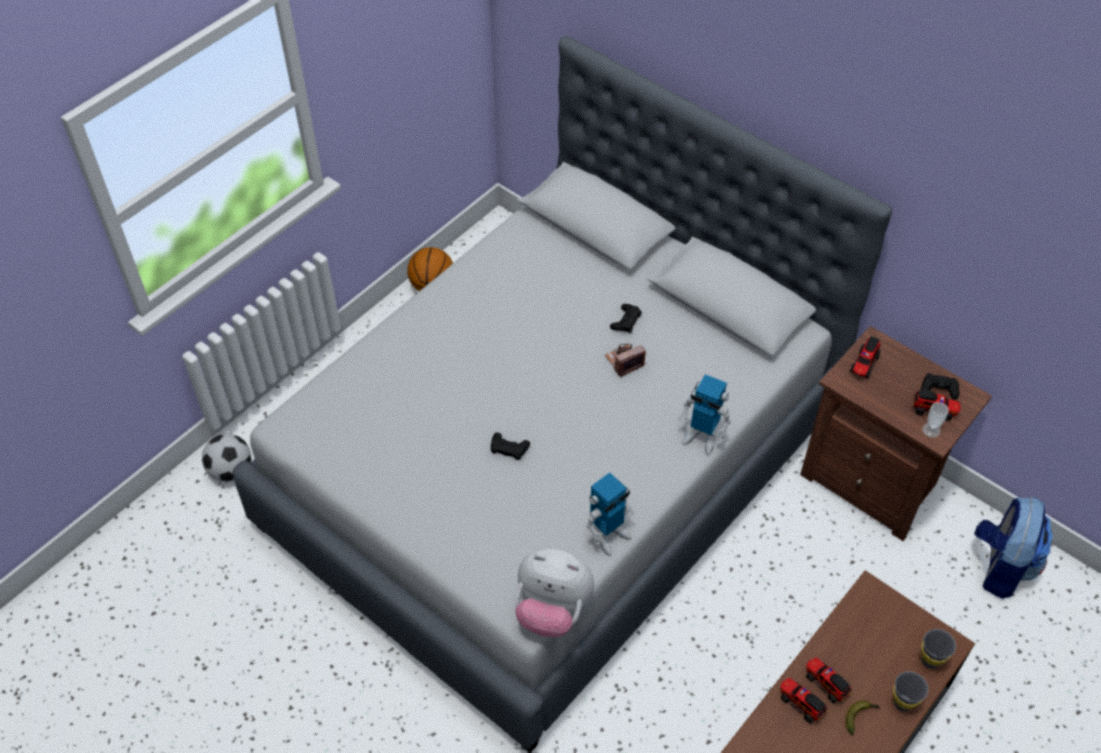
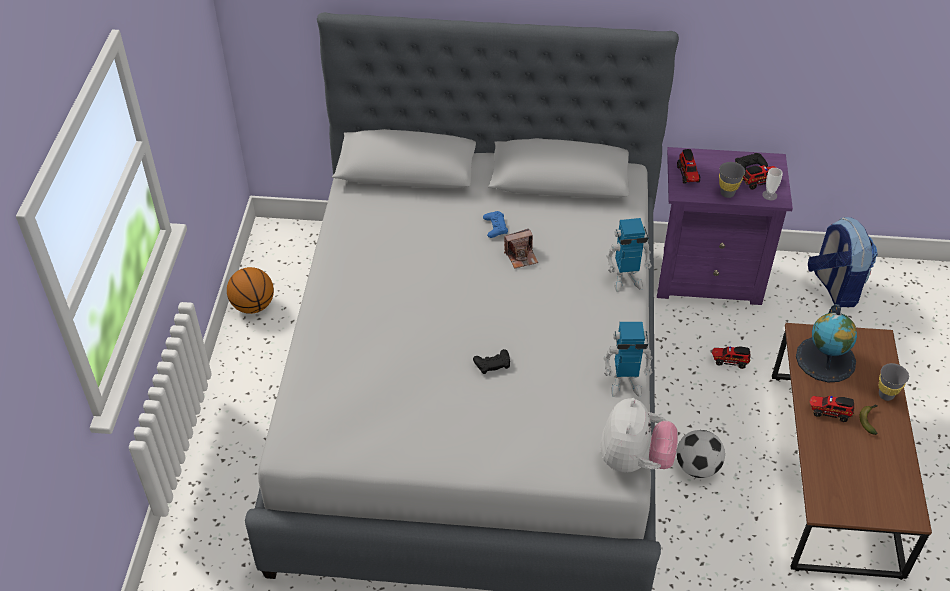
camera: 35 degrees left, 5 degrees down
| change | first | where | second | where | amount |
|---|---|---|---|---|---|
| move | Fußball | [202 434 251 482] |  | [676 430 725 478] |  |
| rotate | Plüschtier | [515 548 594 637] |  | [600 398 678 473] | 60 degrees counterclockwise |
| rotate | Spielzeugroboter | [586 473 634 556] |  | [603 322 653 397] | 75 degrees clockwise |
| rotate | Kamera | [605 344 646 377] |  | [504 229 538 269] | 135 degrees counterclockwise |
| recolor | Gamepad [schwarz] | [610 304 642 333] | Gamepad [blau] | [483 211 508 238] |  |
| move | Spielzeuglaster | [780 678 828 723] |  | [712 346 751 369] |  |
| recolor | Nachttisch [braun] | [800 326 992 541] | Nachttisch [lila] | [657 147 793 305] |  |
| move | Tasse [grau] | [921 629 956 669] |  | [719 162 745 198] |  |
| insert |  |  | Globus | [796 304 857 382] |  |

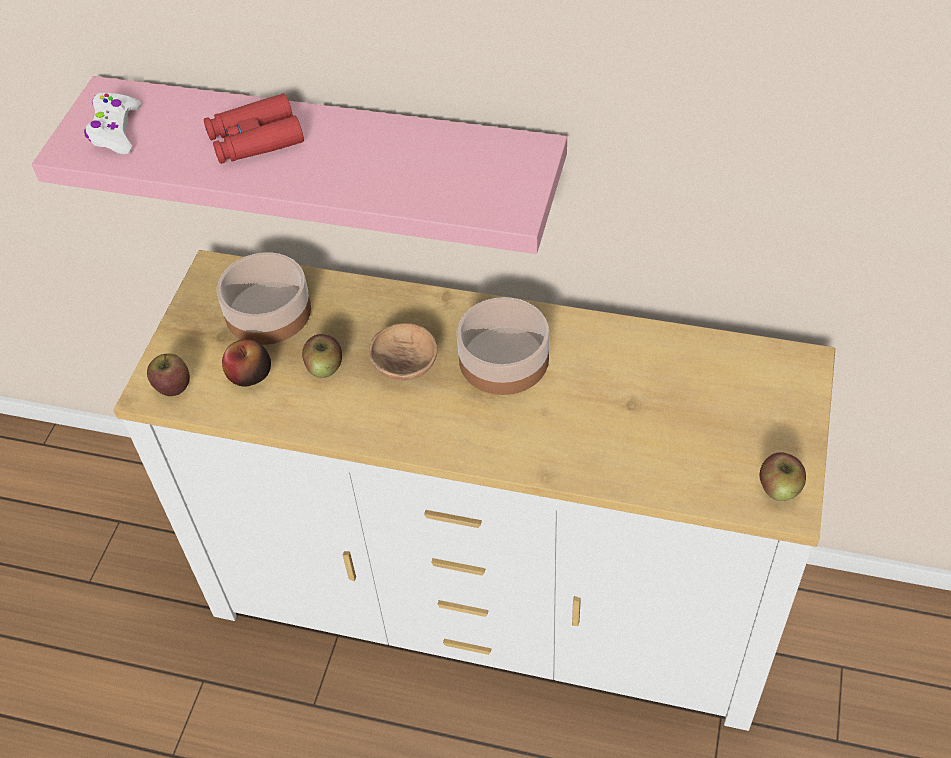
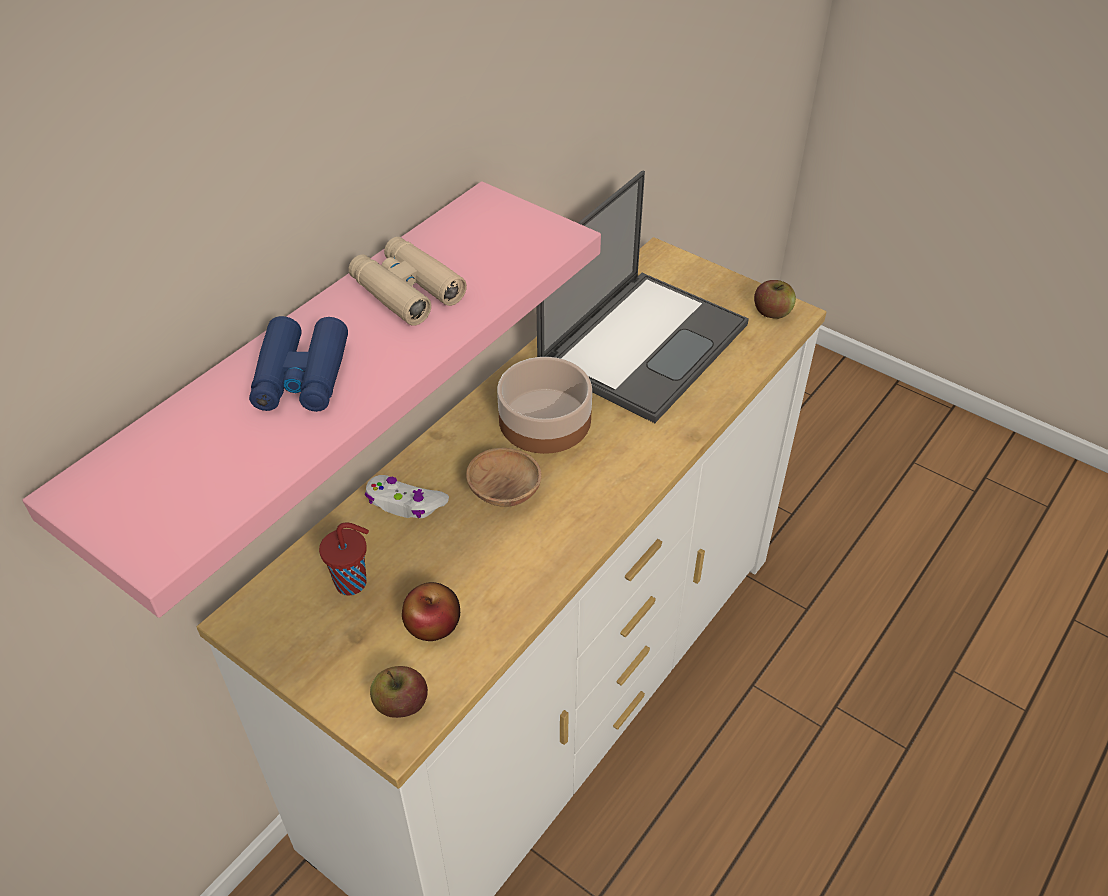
camera: 70 degrees left, 5 degrees down
| change | first | where | second | where | amount |
|---|---|---|---|---|---|
| move | Gamepad [weiß] | [84 93 141 154] |  | [365 475 449 518] |  |
| recolor | Fernglas [rot] | [204 93 304 164] | Fernglas [blau] | [249 316 348 412] |  |
| replace | Schüssel | [217 252 311 345] | Tasse [rot] | [319 522 369 595] |  |
| delete | Apfel | [302 334 342 378] |  |  |  |
| insert |  |  | Fernglas [beige] | [349 237 467 326] |  |
| insert |  |  | Laptop | [537 170 749 423] |  |

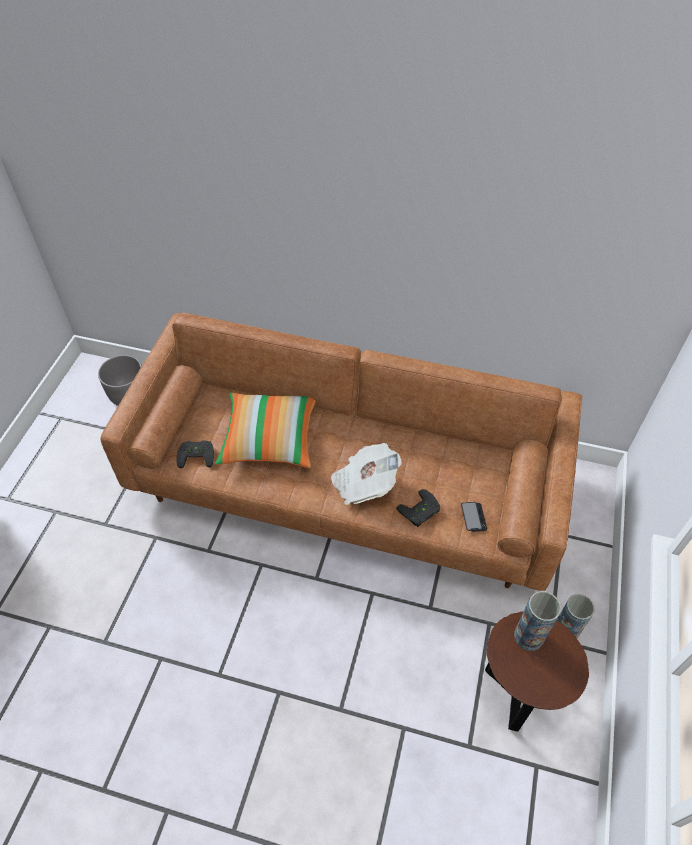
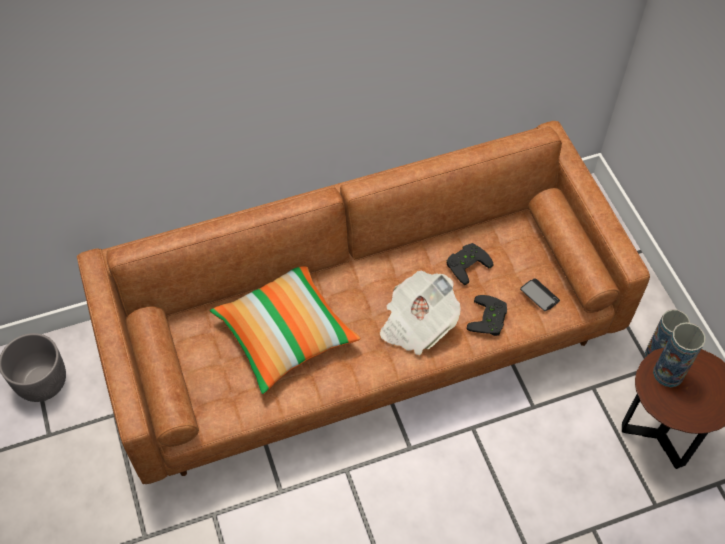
camera: 35 degrees left, 5 degrees up
| change | first | where | second | where | amount |
|---|---|---|---|---|---|
| move | Gamepad [schwarz] | [177 440 214 468] |  | [447 243 493 285] |  |

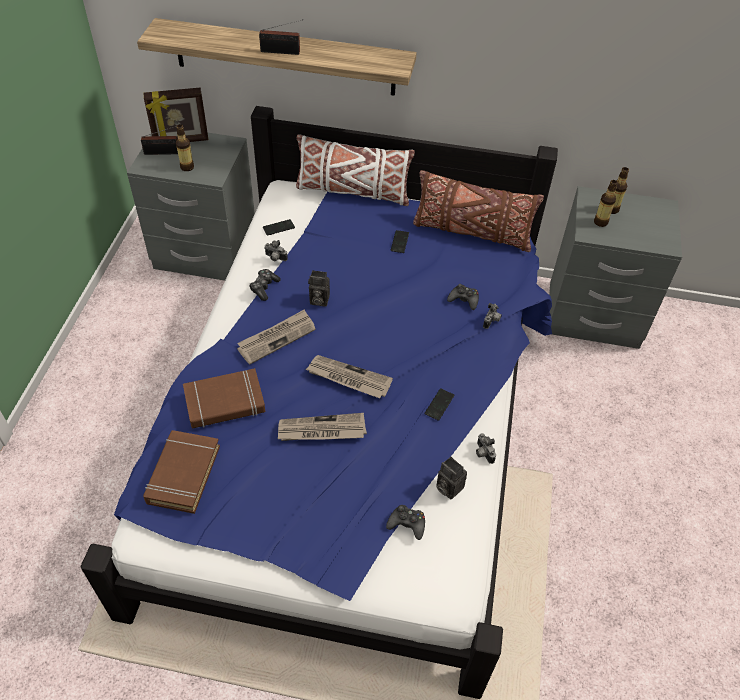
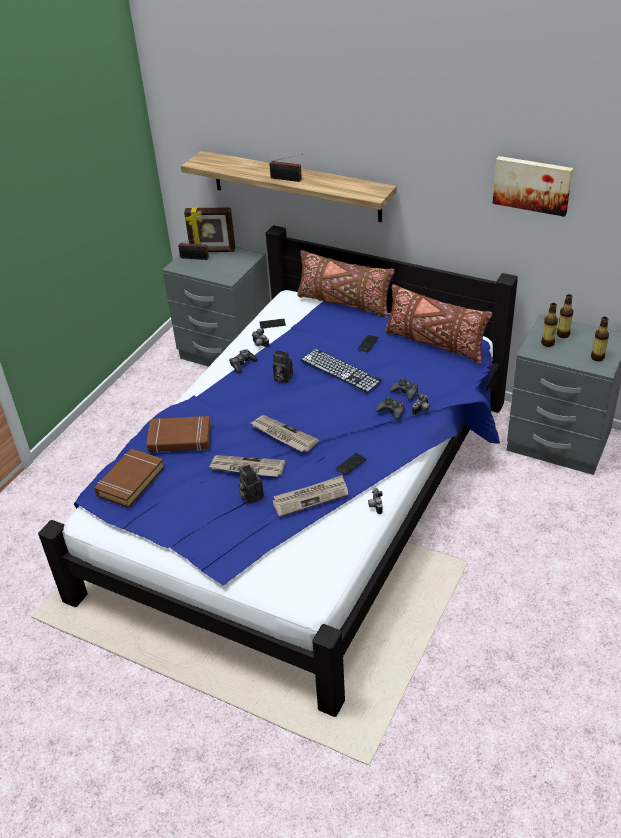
camera: 20 degrees right, 10 degrees down
| change | first | where | second | where | amount |
|---|---|---|---|---|---|
| move | Flasche | [176 124 194 171] |  | [591 317 609 361] |  |
| move | Zeitung | [237 309 316 365] |  | [272 475 348 517] |  |
| recolor | Kissen [weiß] | [296 134 415 206] | Kissen [braun] | [297 250 395 318] |  |
| move | Gamepad [schwarz] | [386 505 425 540] |  | [376 396 405 420] |  |
| move | Kamera | [436 457 467 499] |  | [238 465 264 504] |  |
| insert |  |  | Tastatur | [301 349 382 393] |  |
| insert |  |  | Bild | [492 156 573 217] |  |

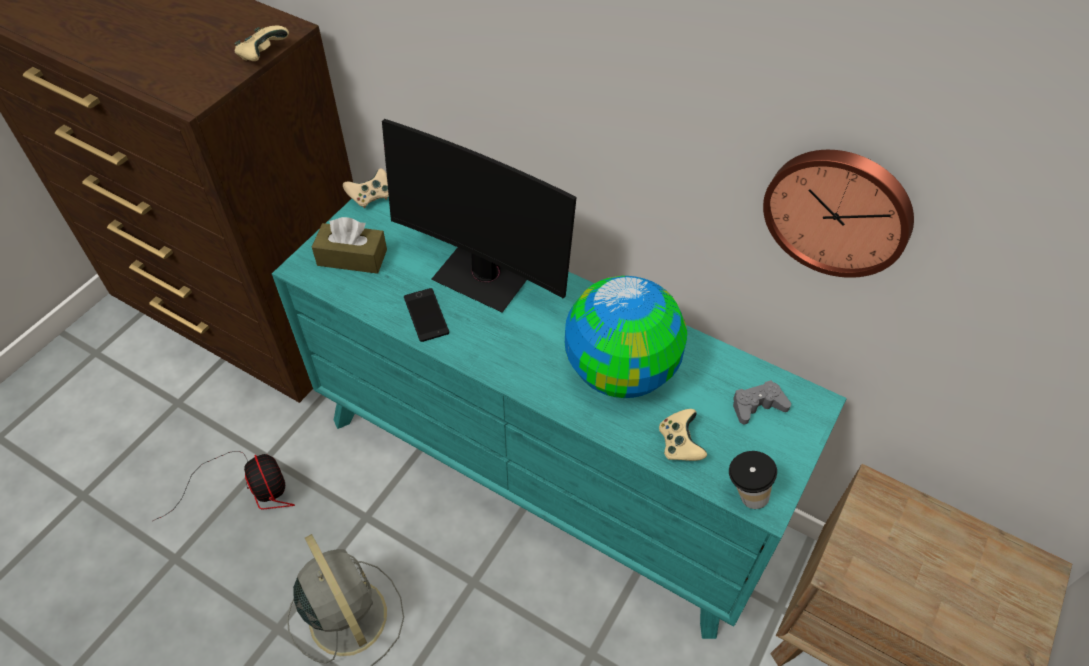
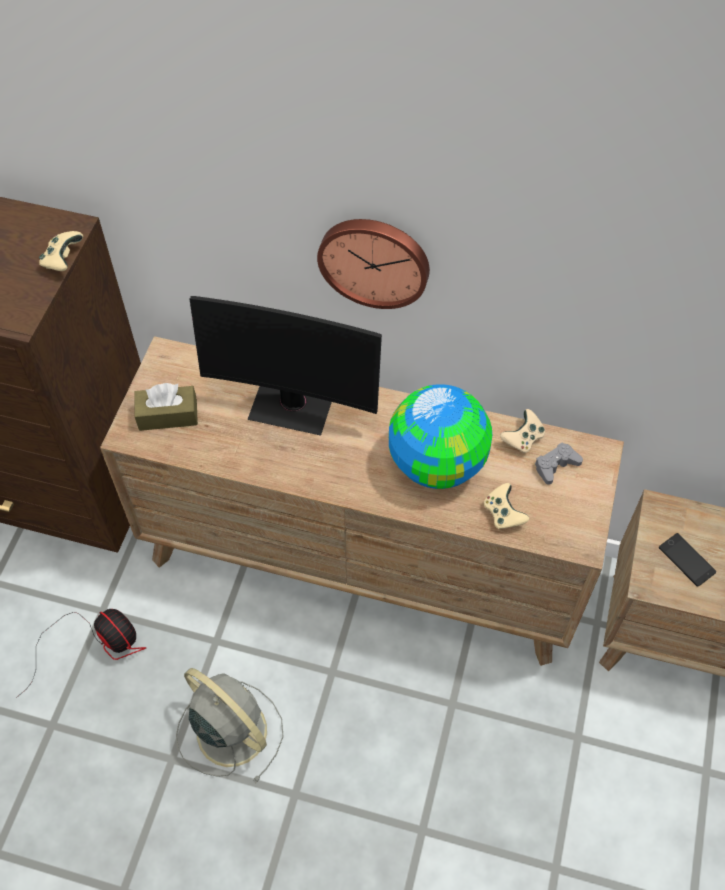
camera: 15 degrees left, 5 degrees up
| change | first | where | second | where | amount |
|---|---|---|---|---|---|
| recolor | Kommode [türkis] | [272 197 847 639] | Kommode [braun] | [100 336 624 666] |  |
| move | Gamepad [beige] | [343 168 389 208] |  | [500 409 545 453] |  |
| move | Handy | [404 288 449 342] |  | [659 533 716 587] |  |
| delete | Tasse | [729 451 777 509] |  |  |  |
| move | Wanduhr | [763 150 914 278] |  | [317 219 430 309] |  |

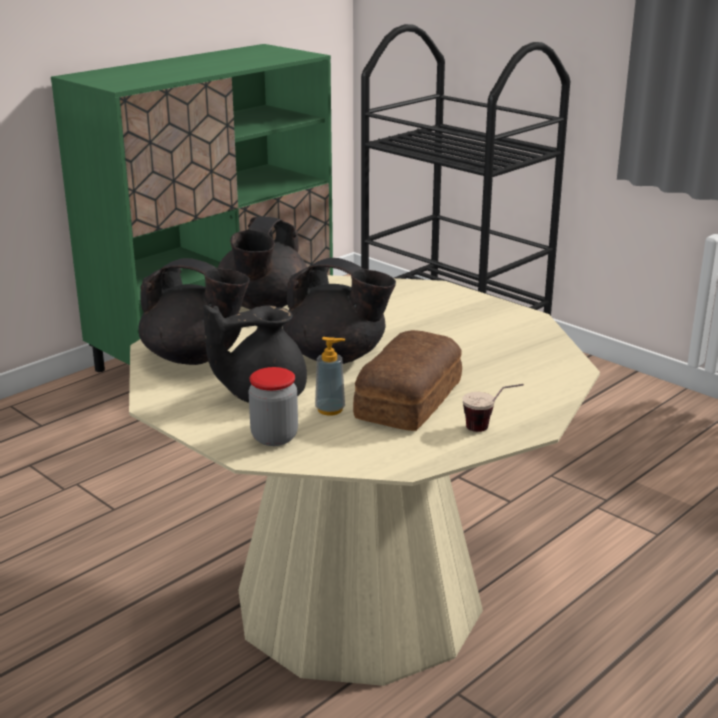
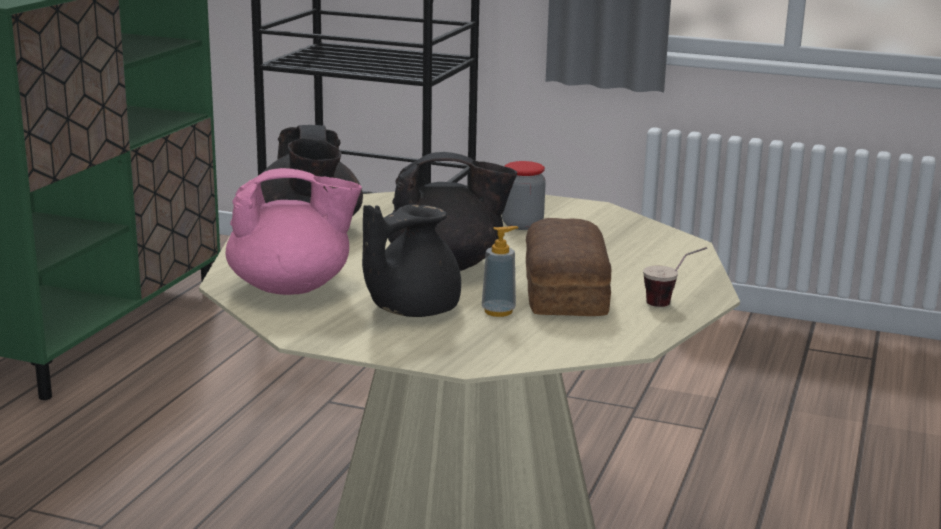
camera: 25 degrees left, 5 degrees down
| change | first | where | second | where | amount |
|---|---|---|---|---|---|
| recolor | Teekanne [schwarz] | [138 258 250 365] | Teekanne [rosa] | [226 168 362 295] |  |
| move | Vorratsglas | [249 367 298 446] |  | [502 161 546 230] |  |

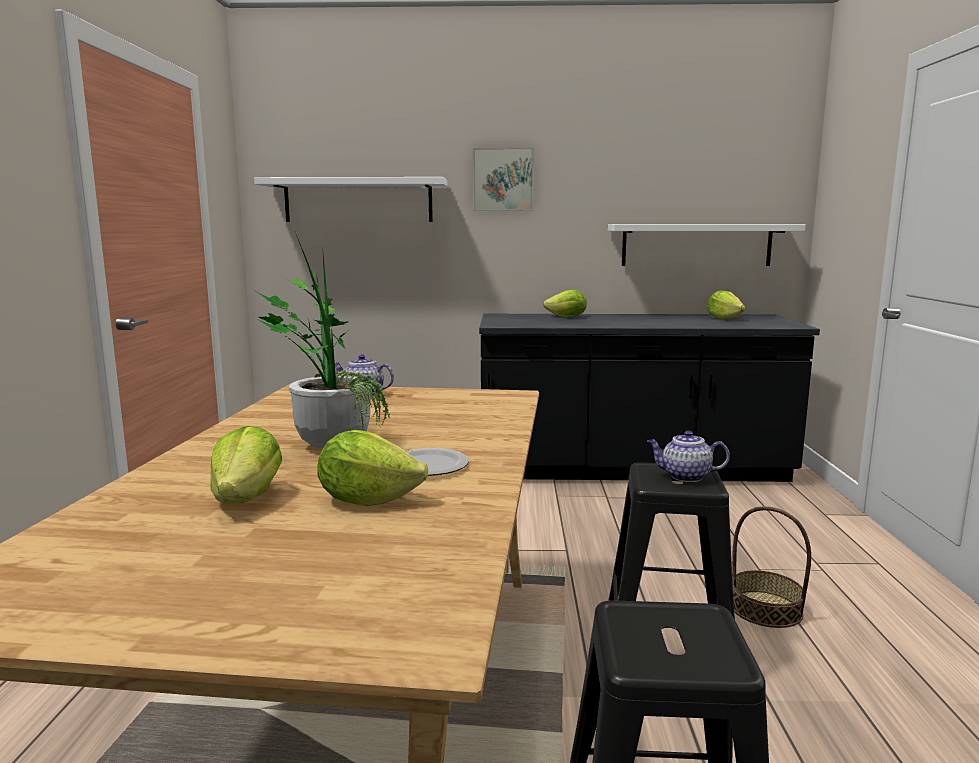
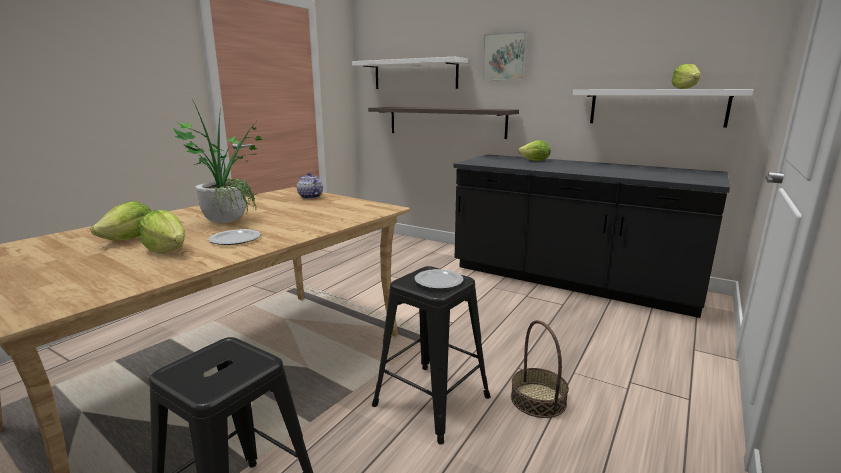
camera: 30 degrees right, 5 degrees up
| change | first | where | second | where | amount |
|---|---|---|---|---|---|
| replace | Teekanne | [647 431 730 482] | Teller | [414 269 463 289] |  |
| move | Salatkopf | [707 290 745 319] |  | [671 63 701 89] |  |
| insert |  |  | Wandregal | [368 107 519 139] |  |

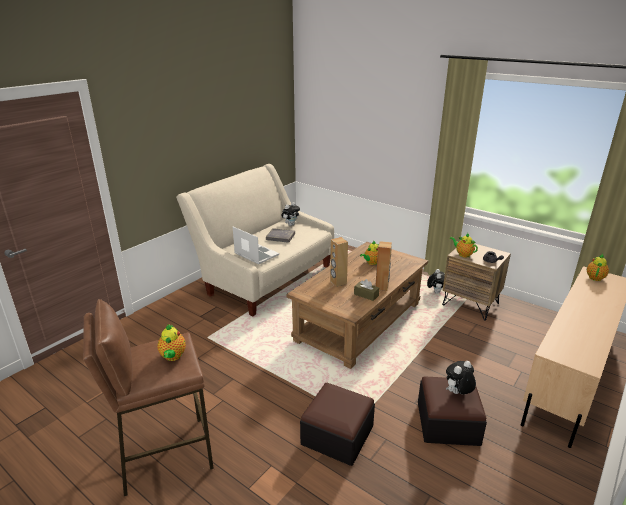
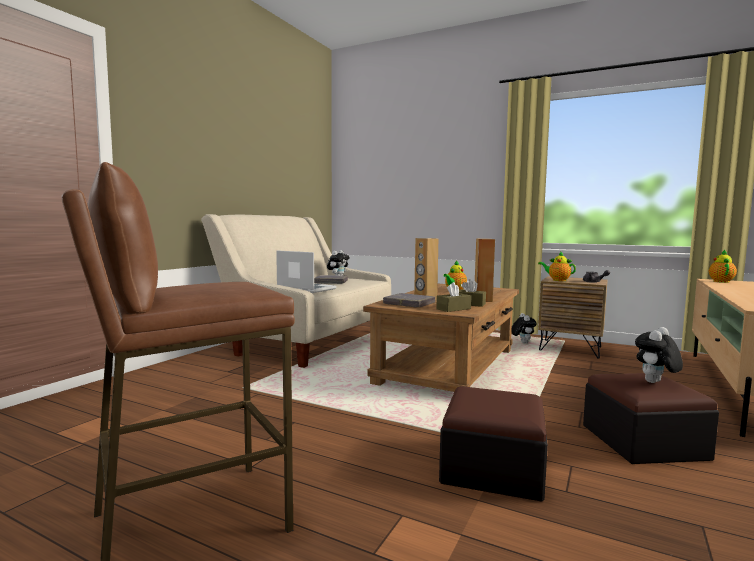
camera: 10 degrees left, 20 degrees down
| change | first | where | second | where | amount |
|---|---|---|---|---|---|
| delete | Teekanne | [158 324 186 361] |  |  |  |
| insert |  |  | Buch [grau] | [383 293 435 308] |  |
| insert |  |  | Taschentuchbox [braun] | [436 282 471 312] |  |

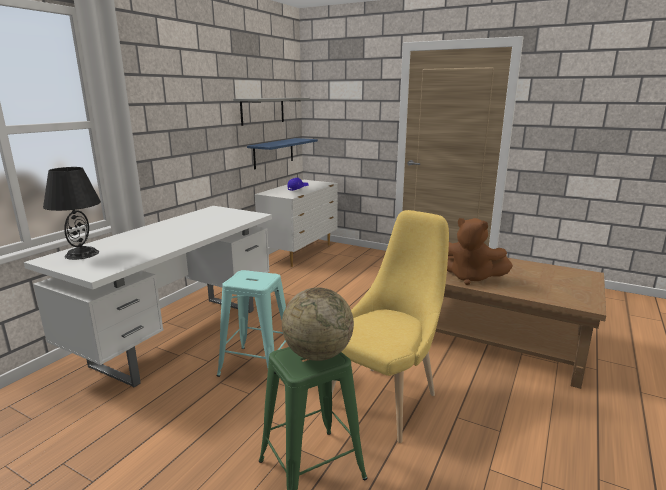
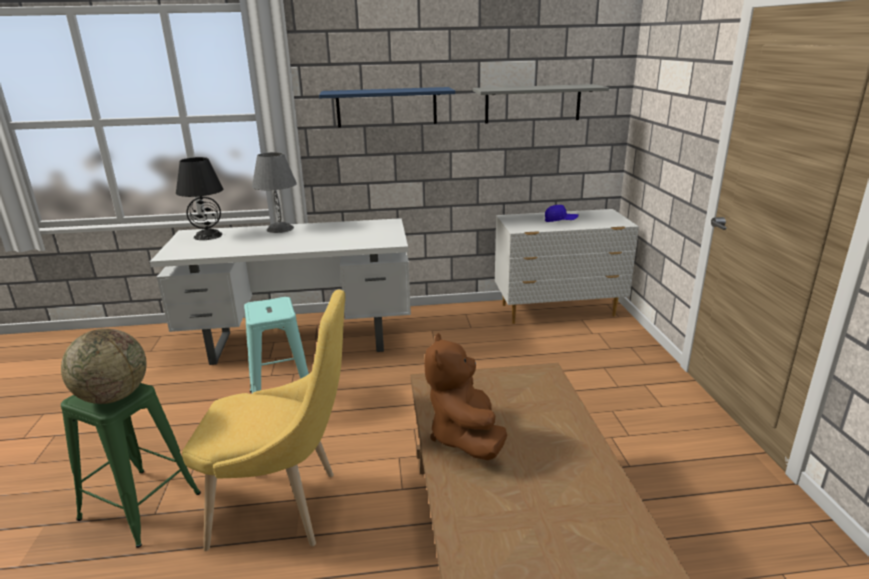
camera: 55 degrees right, 5 degrees up
| change | first | where | second | where | amount |
|---|---|---|---|---|---|
| move | Wandregal [blau] | [247 138 318 170] |  | [319 87 455 127] |  |
| insert |  |  | Tischlampe [grau] | [252 152 297 233] |  |

